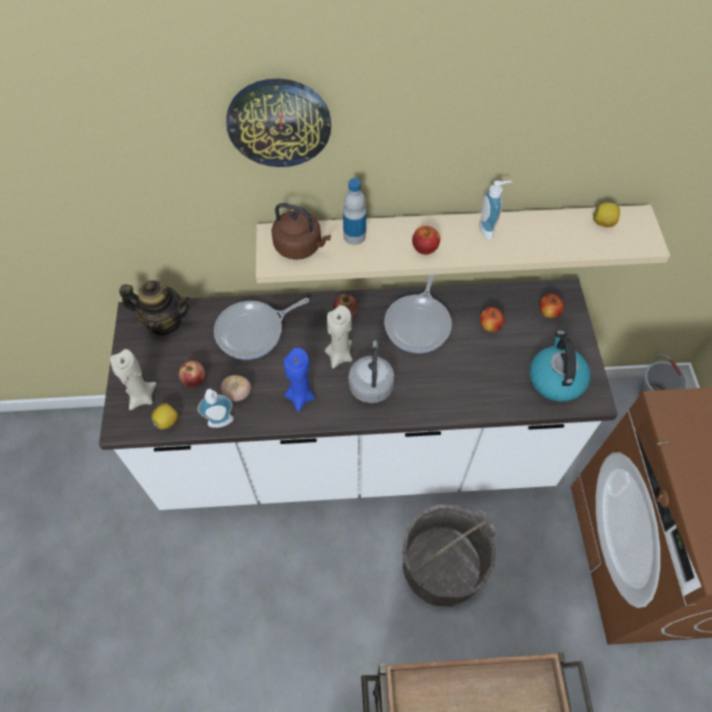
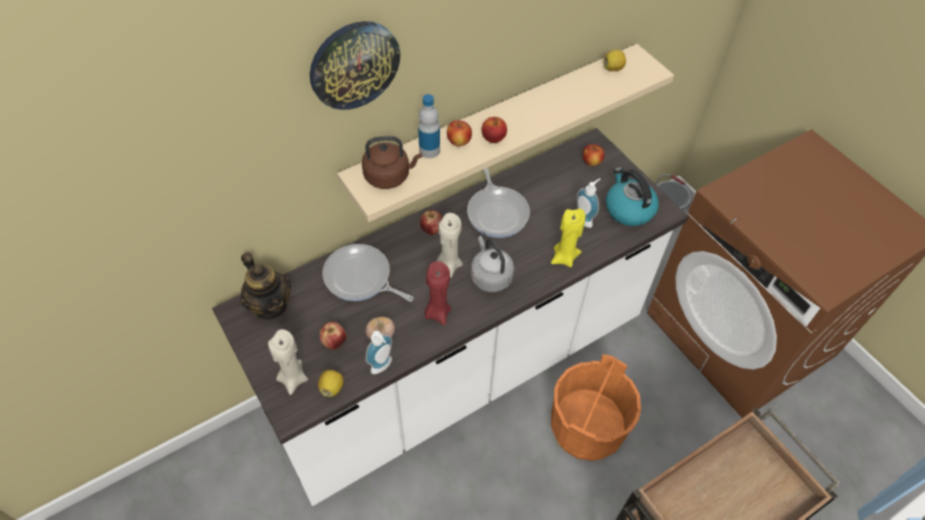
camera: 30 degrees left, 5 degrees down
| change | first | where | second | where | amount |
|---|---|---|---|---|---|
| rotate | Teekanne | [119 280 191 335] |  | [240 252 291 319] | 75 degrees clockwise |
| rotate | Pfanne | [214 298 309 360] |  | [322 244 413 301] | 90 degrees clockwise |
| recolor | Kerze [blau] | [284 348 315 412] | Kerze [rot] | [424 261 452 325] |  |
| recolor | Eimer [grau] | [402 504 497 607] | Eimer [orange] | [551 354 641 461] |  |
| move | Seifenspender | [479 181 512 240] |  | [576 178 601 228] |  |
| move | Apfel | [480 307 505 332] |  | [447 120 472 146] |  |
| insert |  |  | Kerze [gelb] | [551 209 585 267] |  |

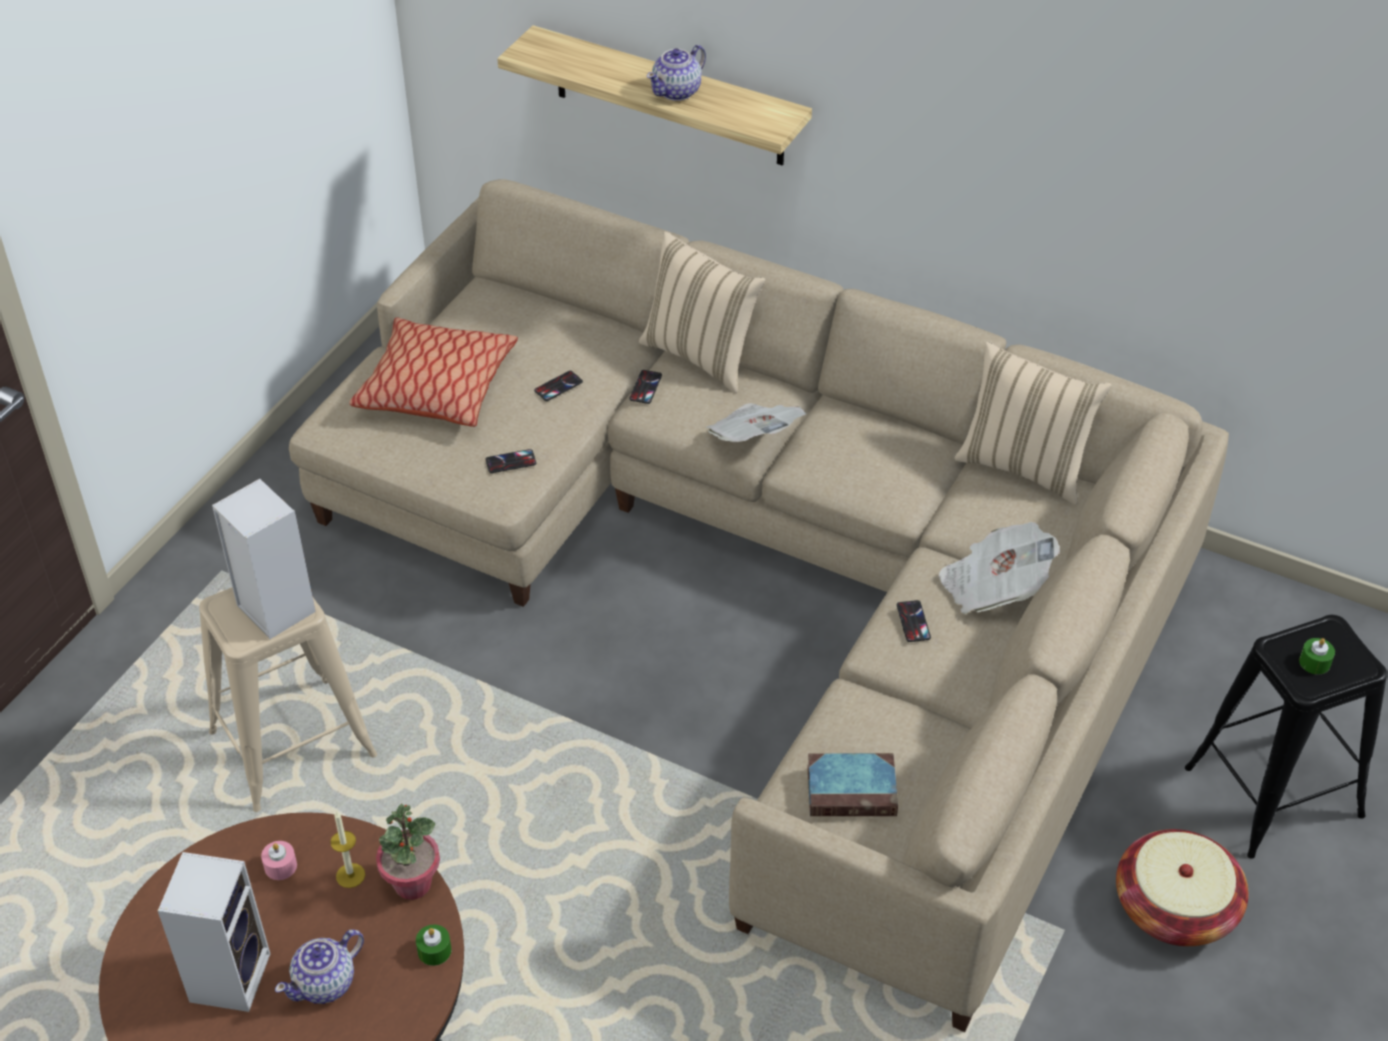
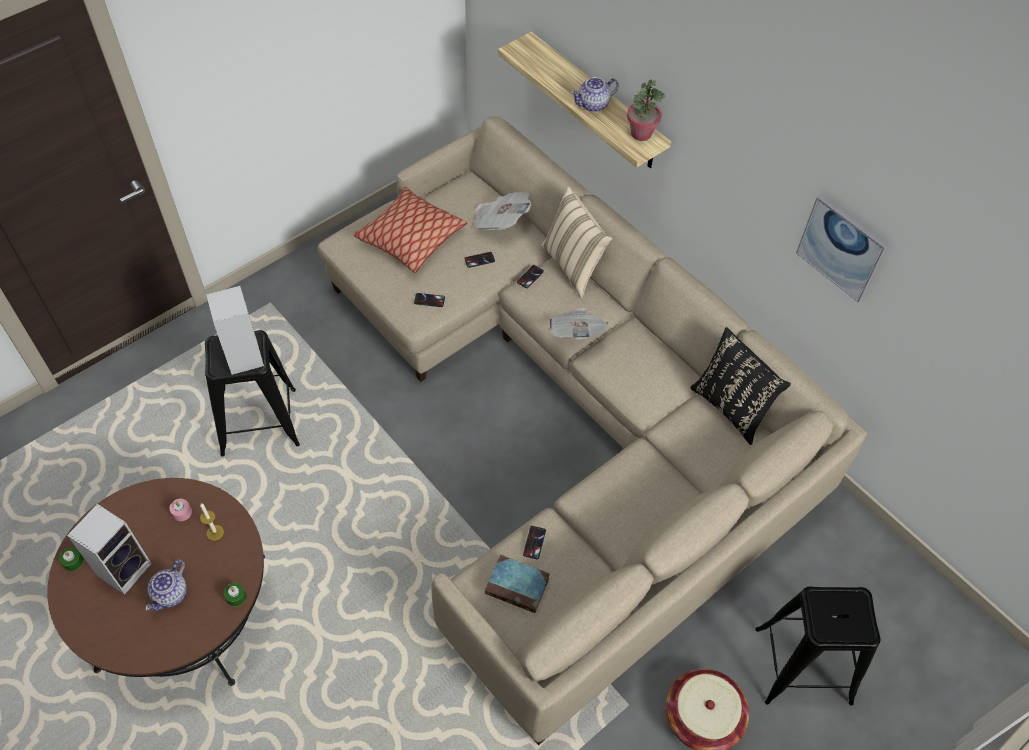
camera: 20 degrees right, 10 degrees up
| change | first | where | second | where | amount |
|---|---|---|---|---|---|
| recolor | Hocker [beige] | [199 587 377 812] | Hocker [schwarz] | [205 330 300 456] |  |
| rotate | Teekanne | [275 930 364 1004] |  | [145 559 187 611] | 45 degrees counterclockwise |
| move | Topfpflanze | [376 804 440 900] |  | [627 79 666 141] |  |
| move | Handy | [897 600 931 642] |  | [523 526 546 559] |  |
| move | Zeitung | [939 522 1060 614] |  | [474 192 531 230] |  |
| recolor | Kissen [beige] | [955 342 1111 505] | Kissen [schwarz] | [690 327 791 445] |  |
| move | Kerze [grün] | [1299 638 1335 675] |  | [59 548 83 571] |  |
| insert |  |  | Bild | [796 195 888 303] |  |

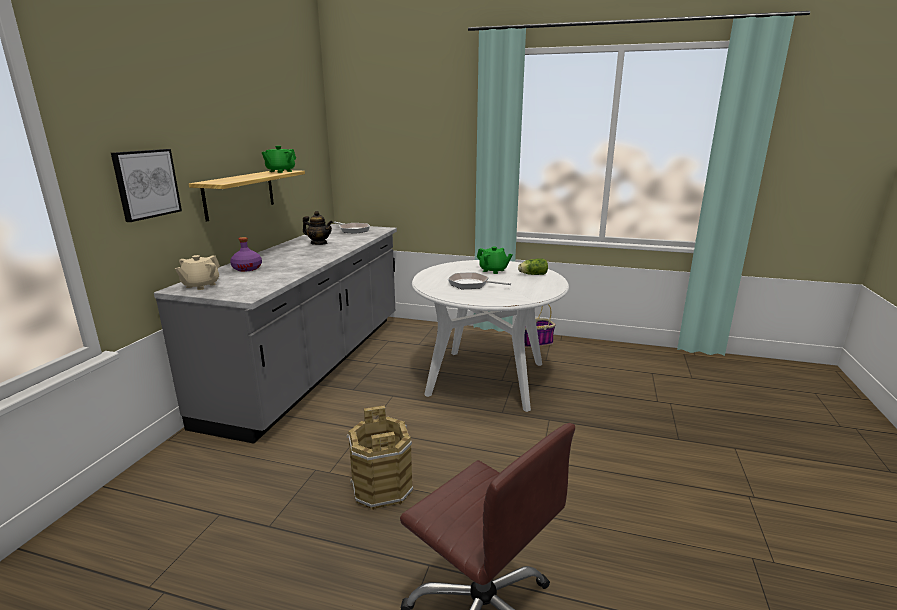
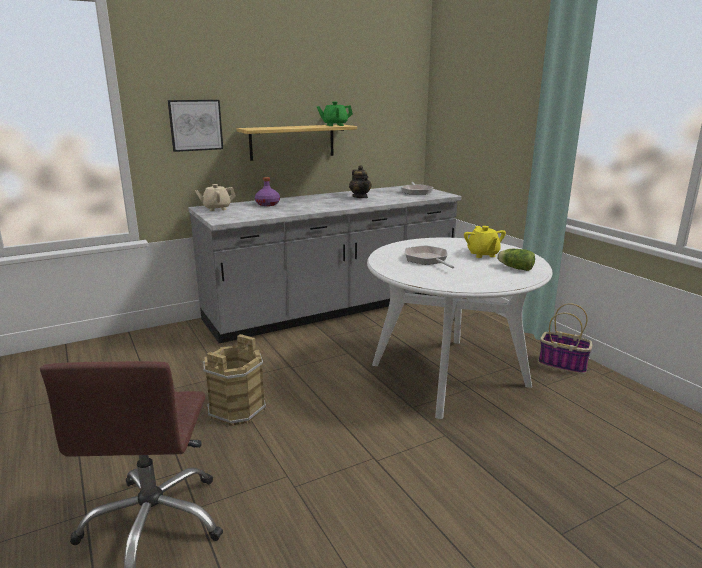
camera: 45 degrees right, 0 degrees up
| change | first | where | second | where | amount |
|---|---|---|---|---|---|
| recolor | Teekanne [grün] | [477 246 513 274] | Teekanne [gelb] | [464 226 506 258] |  |

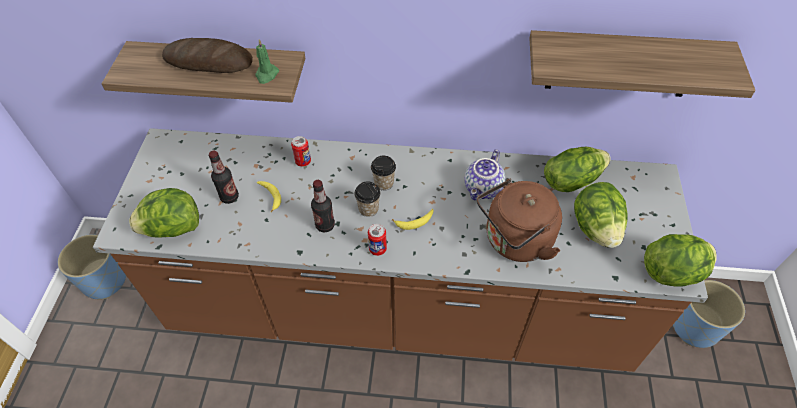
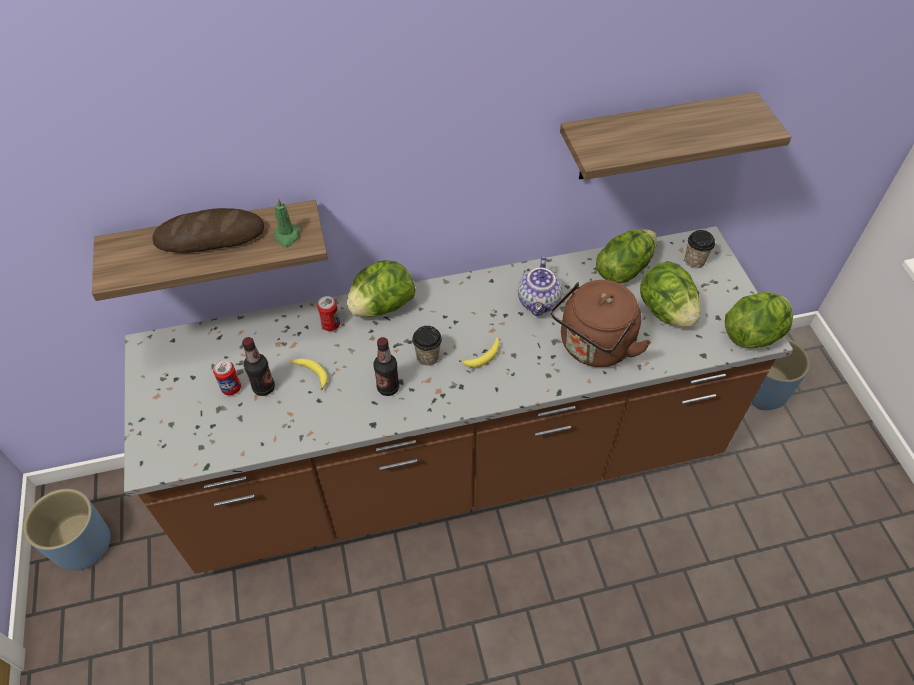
camera: 20 degrees left, 0 degrees up
| change | first | where | second | where | amount |
|---|---|---|---|---|---|
| move | Salatkopf | [129 188 199 237] |  | [347 260 415 317] |  |
| move | Dose | [368 224 387 256] |  | [213 360 241 395] |  |
| move | Tasse | [371 156 396 191] |  | [685 230 715 268] |  |

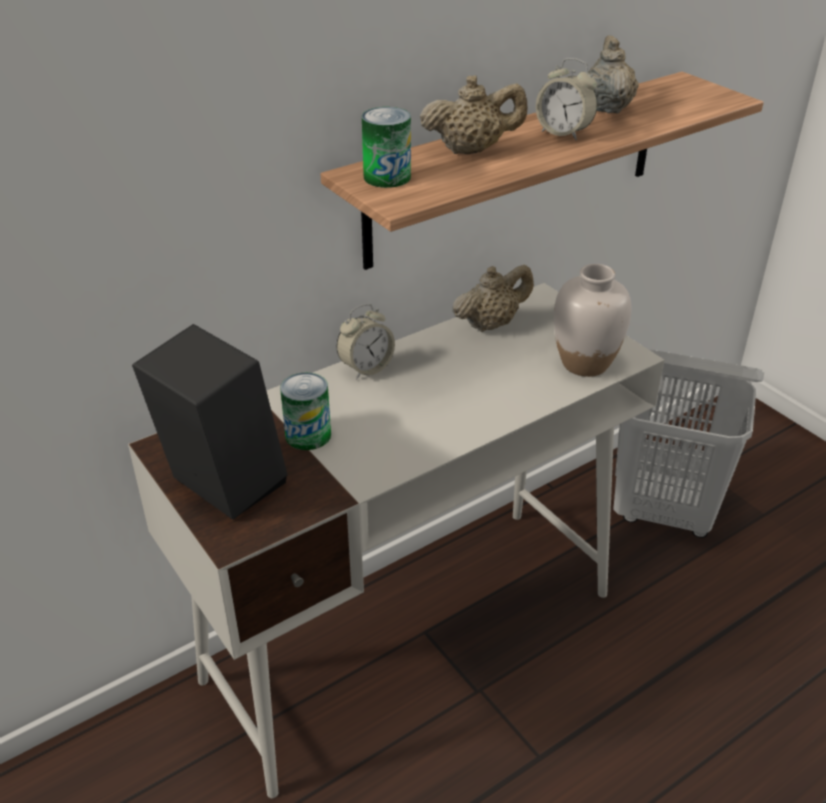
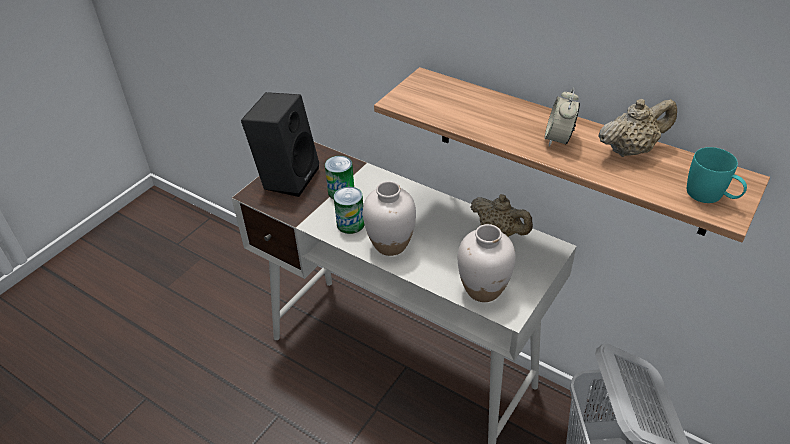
camera: 70 degrees right, 5 degrees up
| change | first | where | second | where | amount |
|---|---|---|---|---|---|
| delete | Wecker | [336 304 395 379] |  |  |  |
| move | Dose | [362 107 411 188] |  | [334 186 364 234] |  |
| delete | Teekanne [beige] | [420 75 527 154] |  |  |  |
| insert |  |  | Vase [weiß] | [363 181 416 256] |  |
| insert |  |  | Henkelbecher [türkis] | [687 147 747 203] |  |

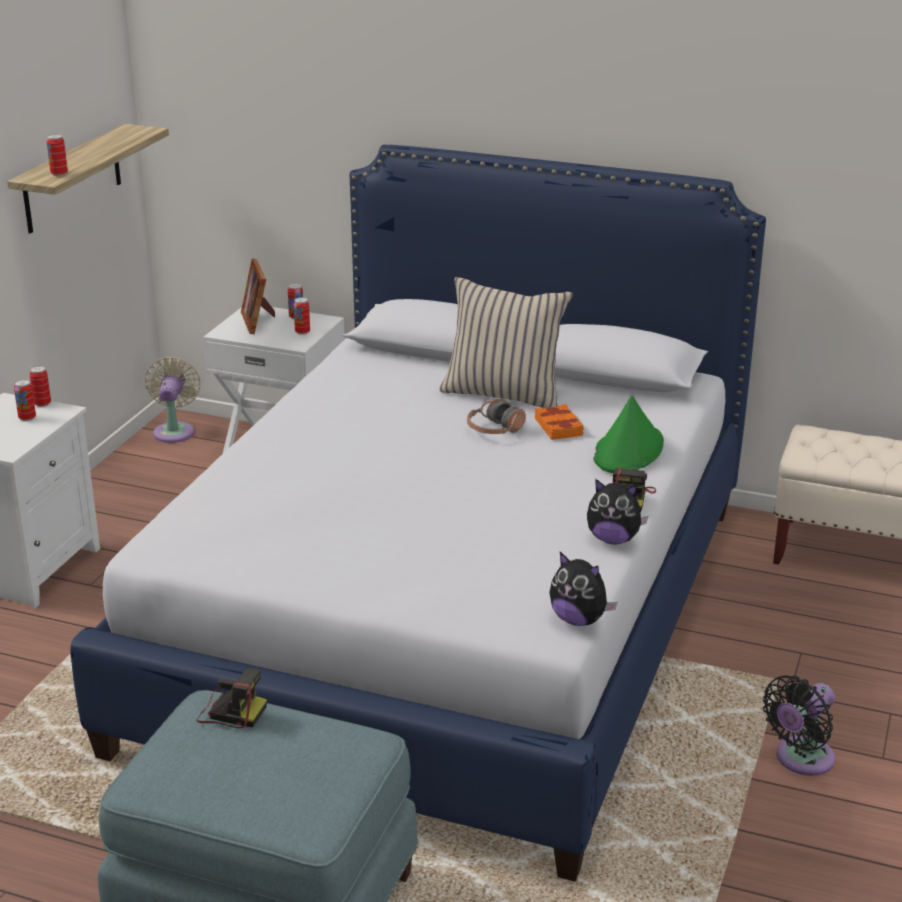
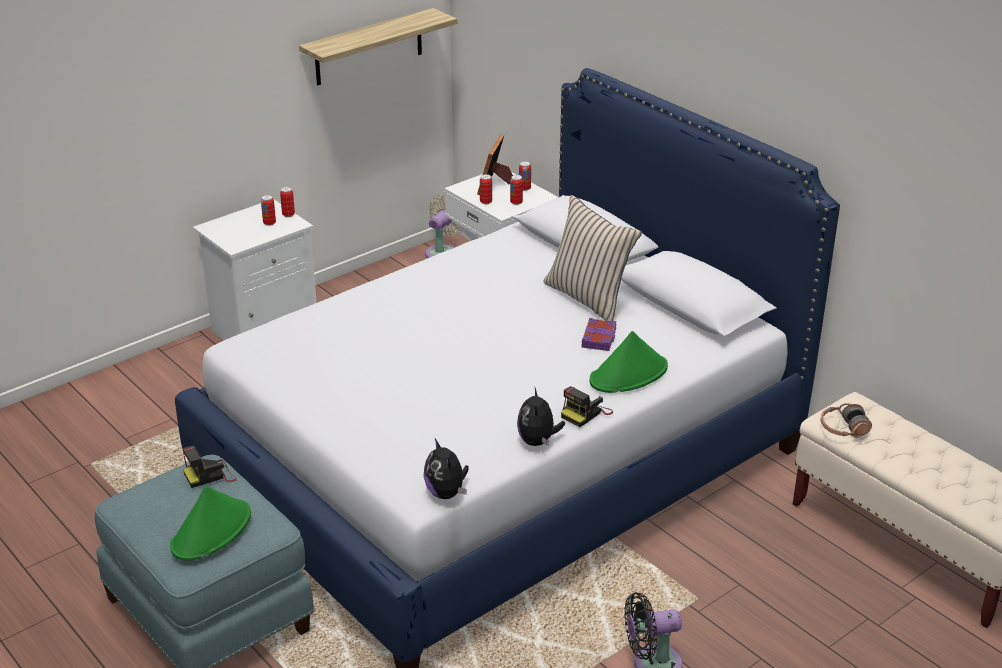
camera: 30 degrees right, 5 degrees up
| change | first | where | second | where | amount |
|---|---|---|---|---|---|
| move | Dose | [47 134 68 176] |  | [480 174 492 204] |  |
| rotate | Kamera | [196 668 267 728] |  | [183 446 237 488] | 105 degrees clockwise |
| move | Kopfhörer | [467 398 526 434] |  | [820 403 872 438] |  |
| recolor | Buch [orange] | [535 404 584 440] | Buch [lila] | [581 318 617 351] |  |
| rotate | Plüschtier | [587 479 648 544] |  | [517 386 565 446] | 45 degrees clockwise |
| insert |  |  | Hut [grün] | [170 486 251 561] |  |

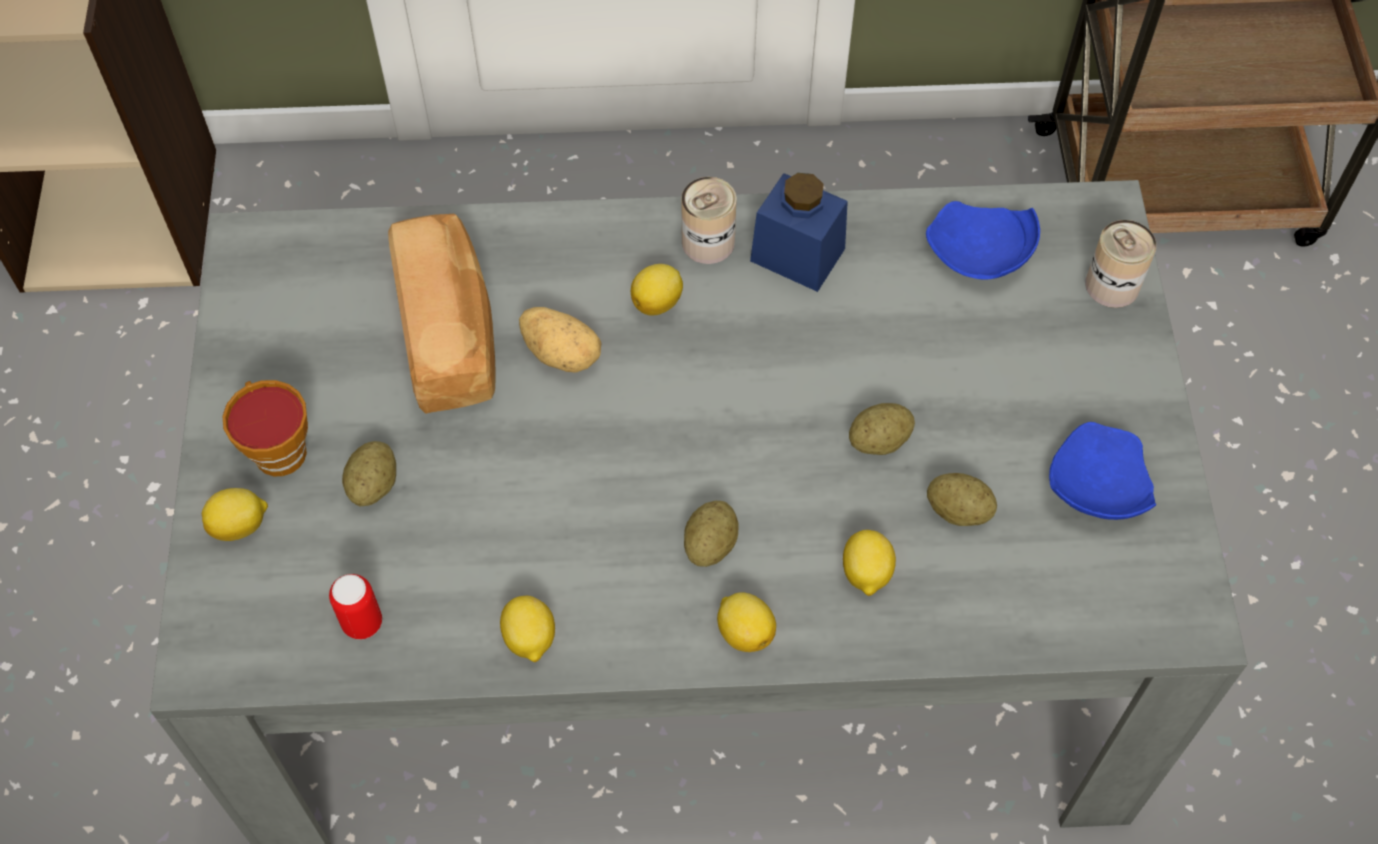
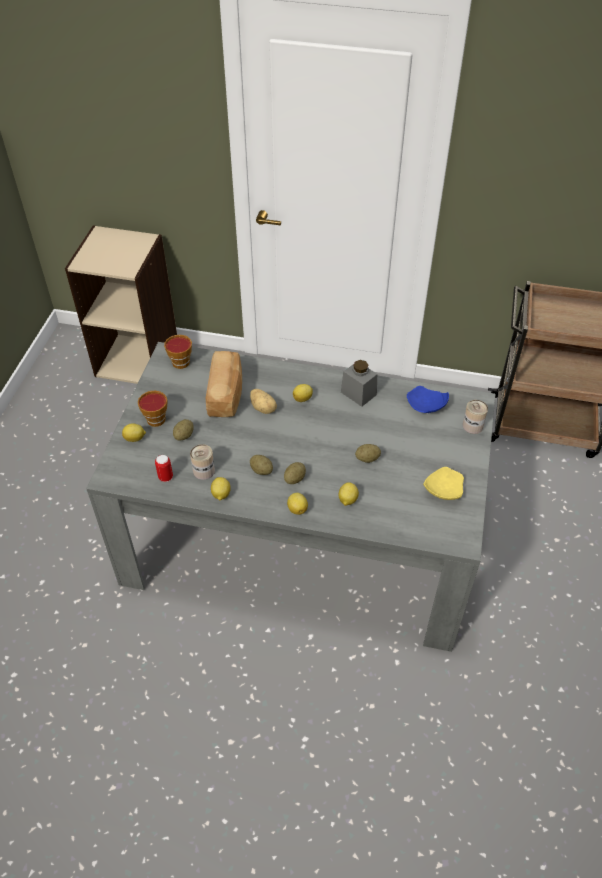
camera: 15 degrees right, 10 degrees down
| change | first | where | second | where | amount |
|---|---|---|---|---|---|
| move | Dose | [681 177 737 264] |  | [190 444 215 480] |  |
| recolor | Vorratsglas [blau] | [750 173 848 292] | Vorratsglas [grau] | [341 360 377 407] |  |
| move | Kartoffel | [927 473 997 526] |  | [250 455 273 475] |  |
| recolor | Teller [blau] | [1049 422 1156 520] | Teller [gelb] | [423 467 464 500] |  |
| insert |  |  | Tasse | [164 335 192 369] |  |

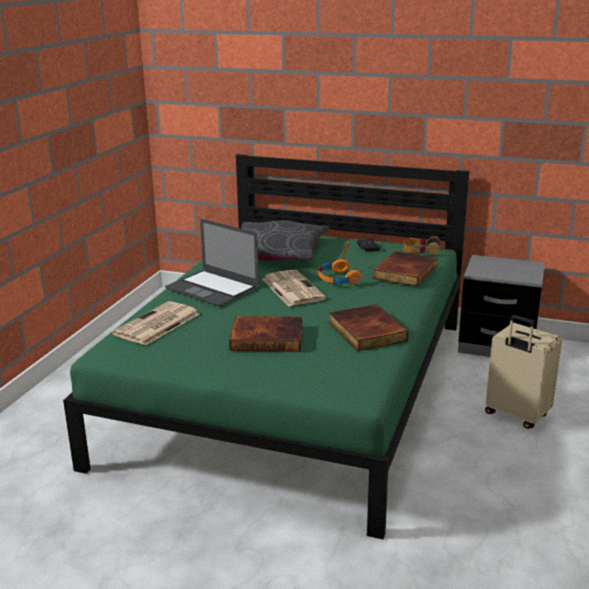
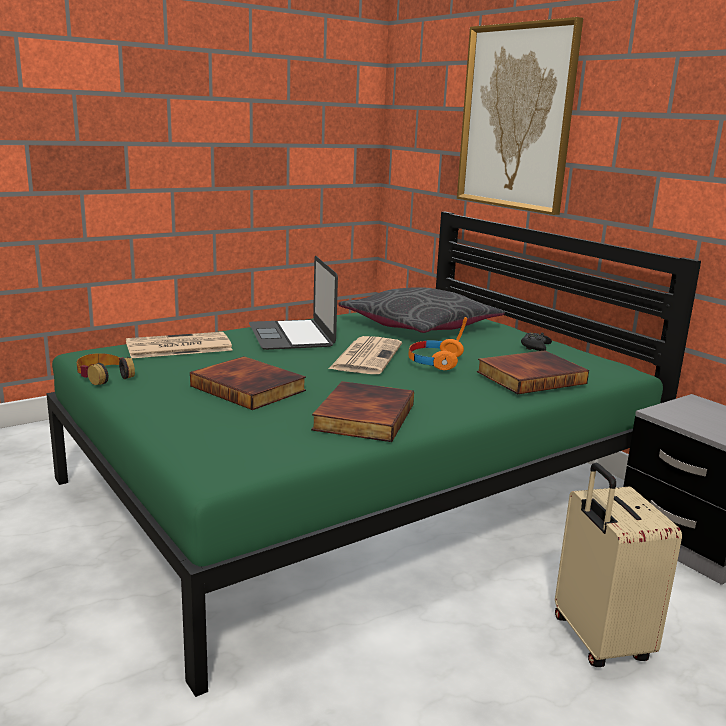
camera: 35 degrees right, 5 degrees down
| change | first | where | second | where | amount |
|---|---|---|---|---|---|
| move | Kopfhörer | [403 236 440 256] |  | [77 353 135 385] |  |
| insert |  |  | Bild | [457 17 583 215] |  |

